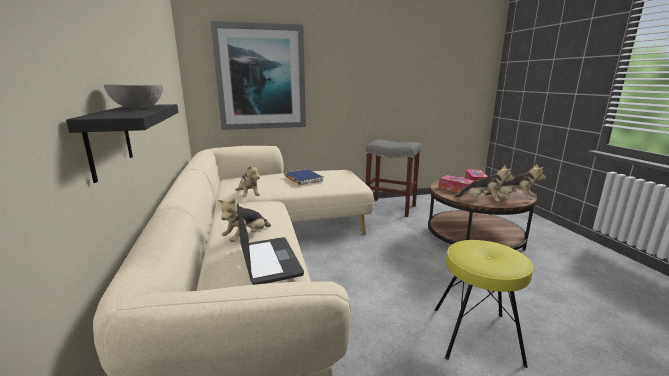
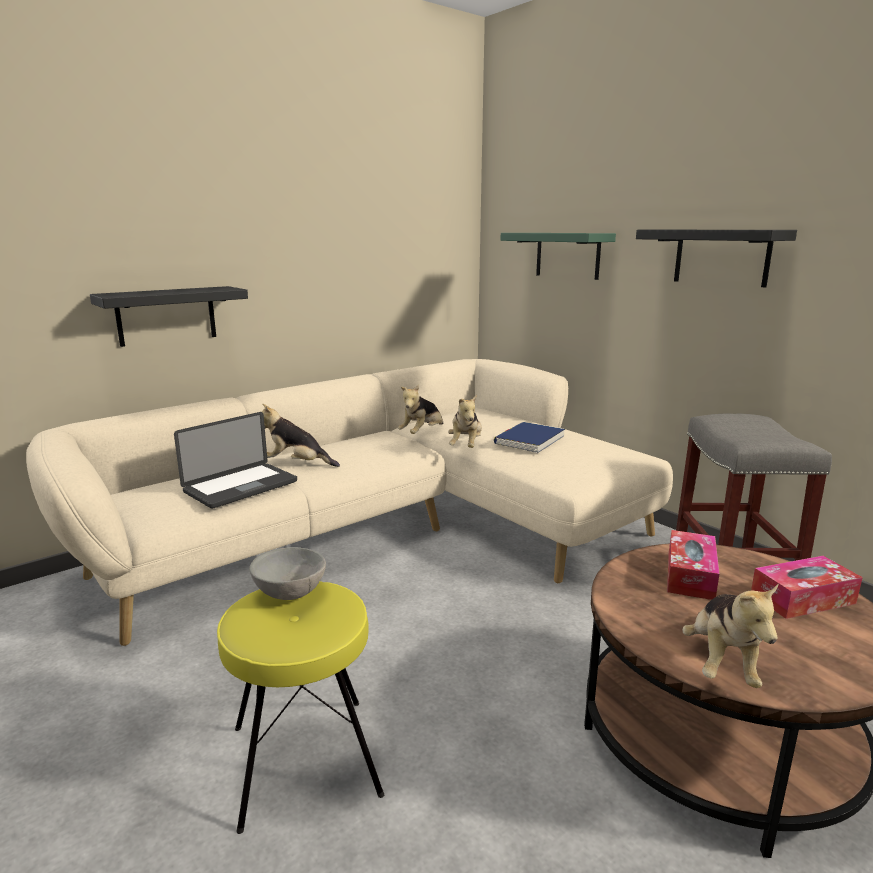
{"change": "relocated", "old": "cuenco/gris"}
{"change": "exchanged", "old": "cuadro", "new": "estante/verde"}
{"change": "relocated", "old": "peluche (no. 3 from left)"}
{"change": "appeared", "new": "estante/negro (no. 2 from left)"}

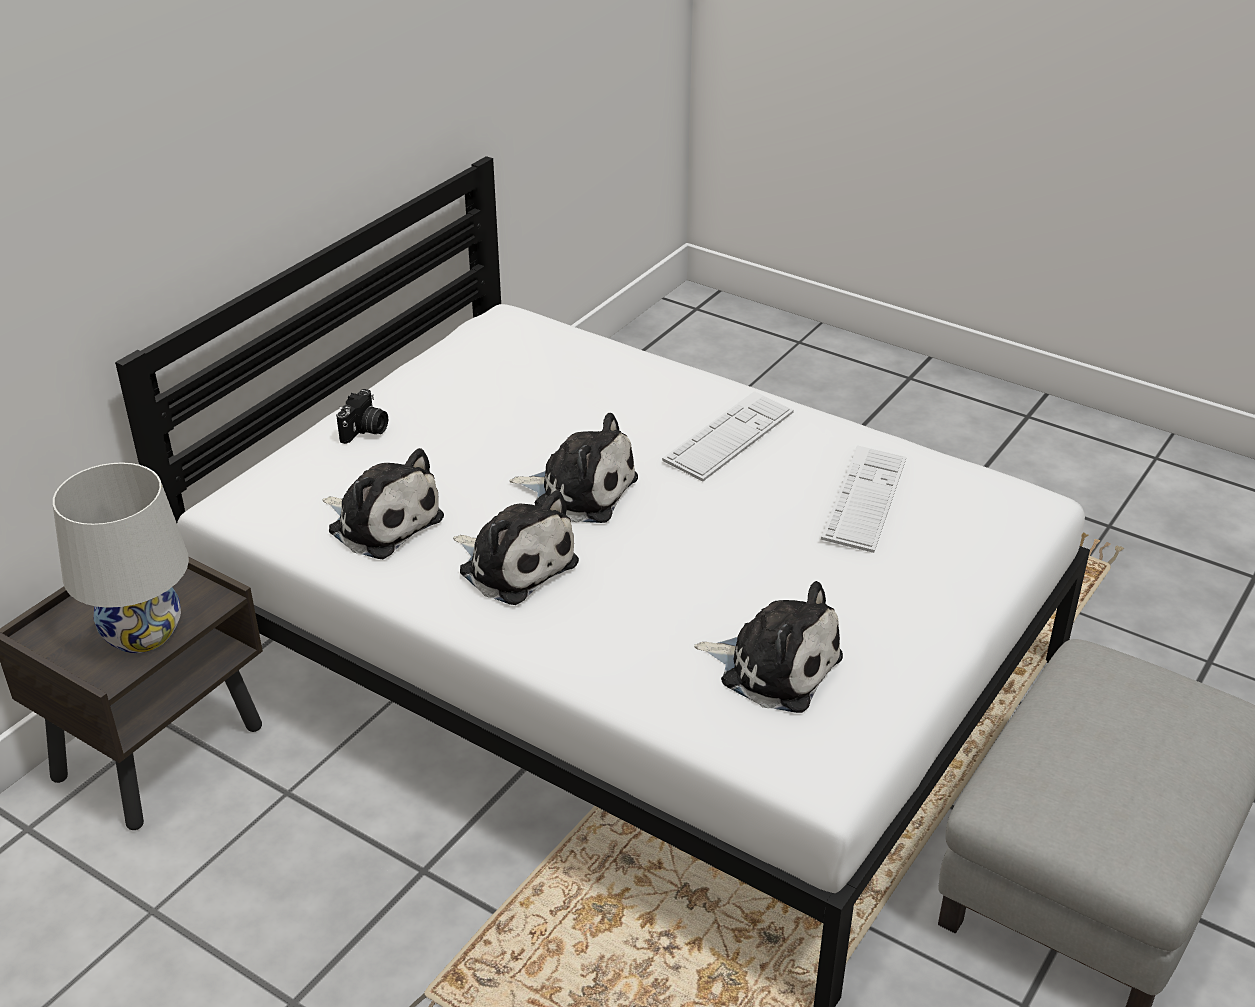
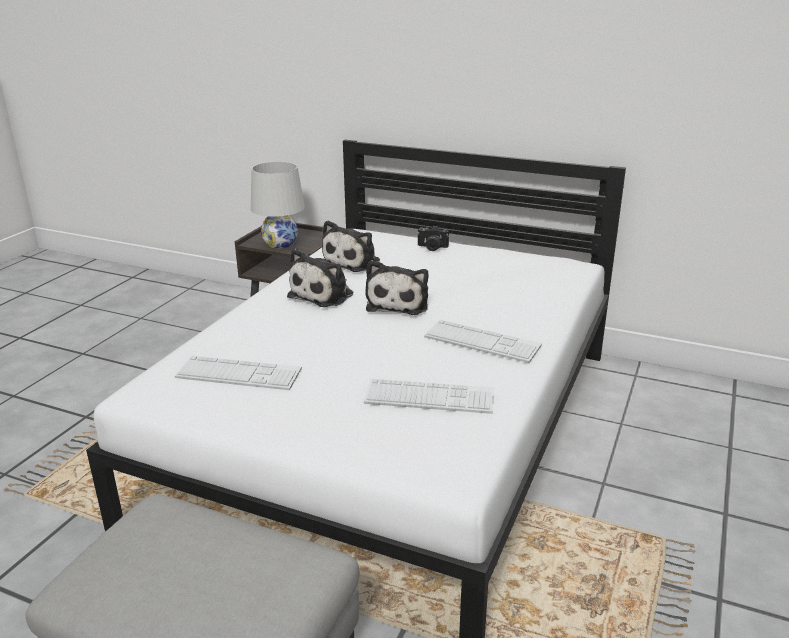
{"change": "exchanged", "old": "peluche (no. 4 from left)", "new": "teclado (no. 1 from left)"}

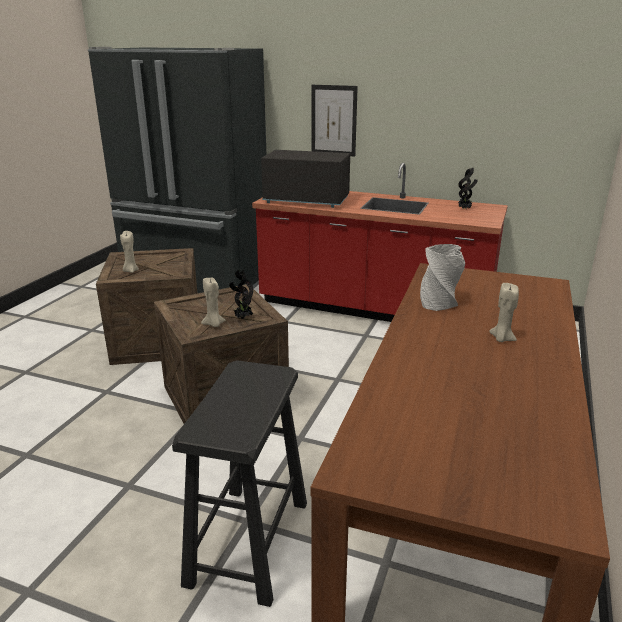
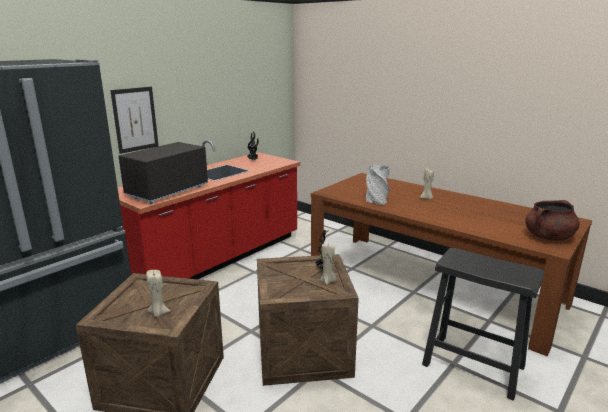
{"change": "appeared", "new": "olla/marrón"}

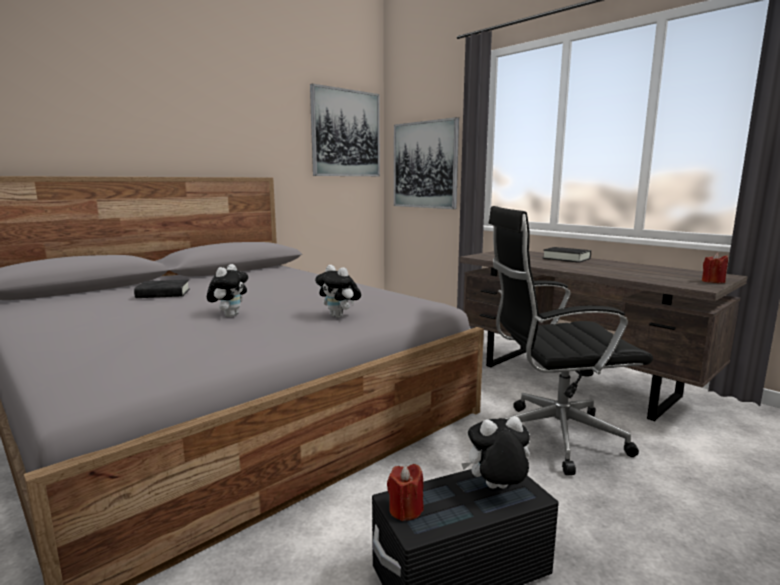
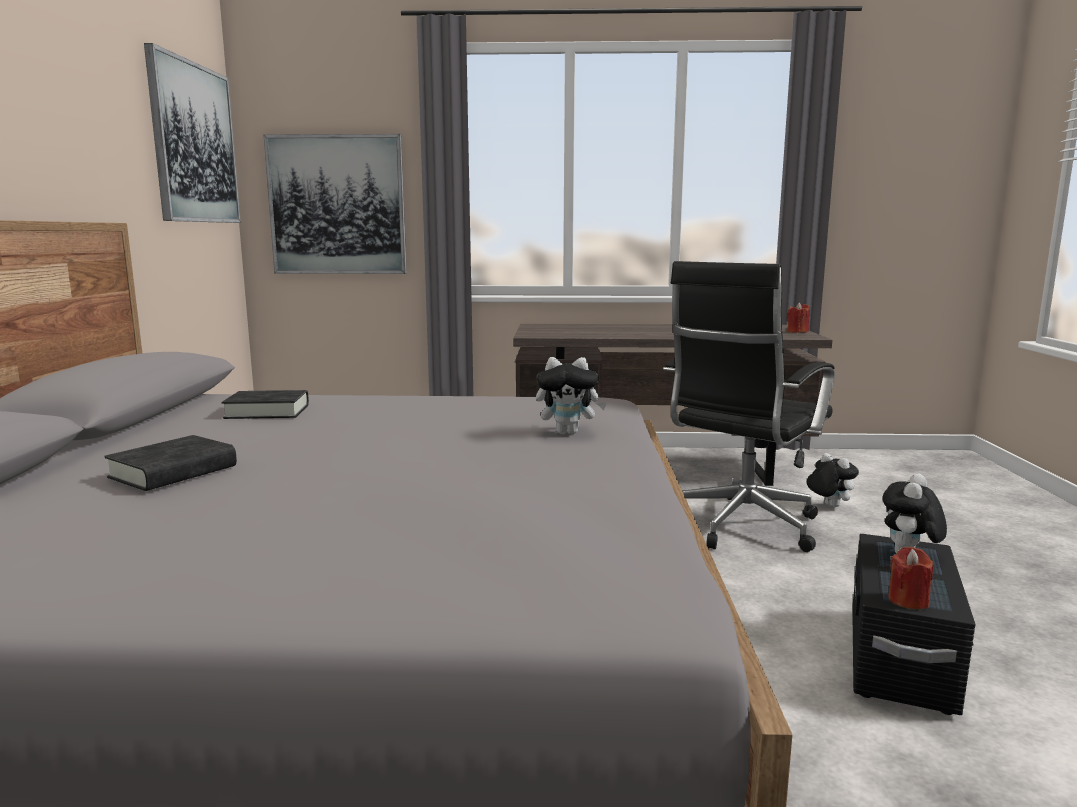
{"change": "relocated", "old": "peluche (no. 1 from left in the first image)", "new": "peluche (no. 2 from left)"}
{"change": "relocated", "old": "libro/negro (no. 2 from left)"}

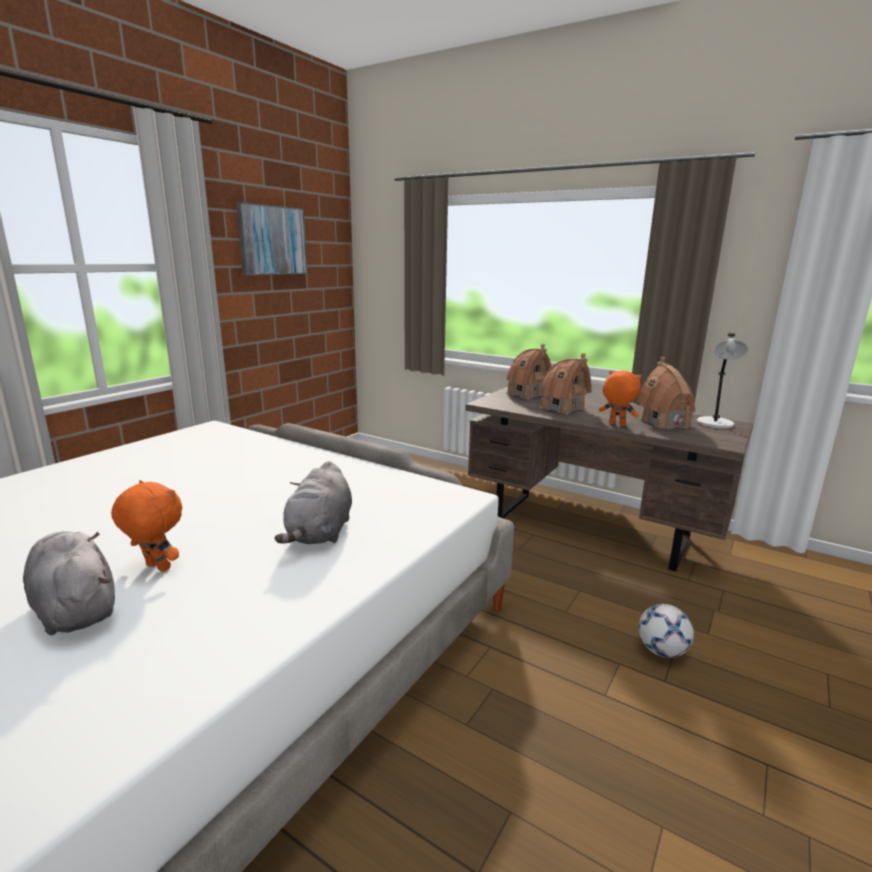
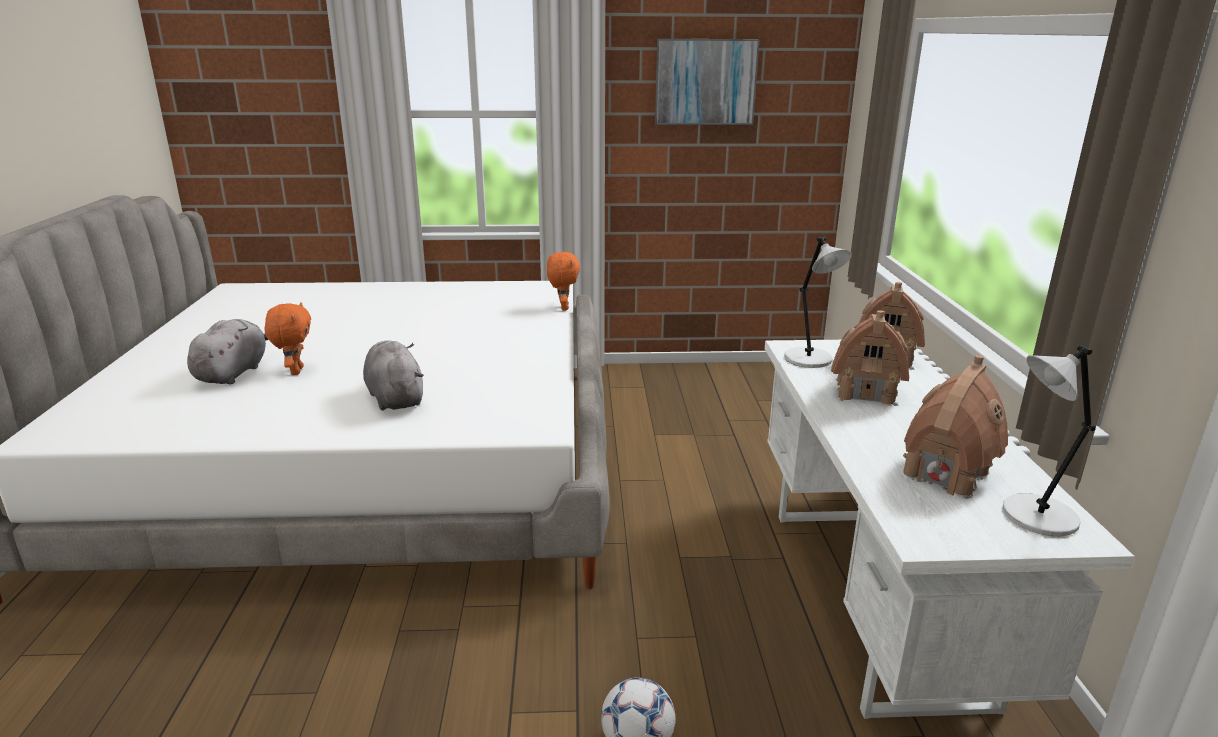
{"change": "spun", "old": "peluche/gris (no. 2 from left)", "degrees": 90}
{"change": "colour", "old": "escritorio/marrón", "new": "escritorio/blanco"}
{"change": "relocated", "old": "peluche/naranja (no. 2 from left)"}
{"change": "appeared", "new": "lámpara de mesa/gris (no. 1 from left)"}

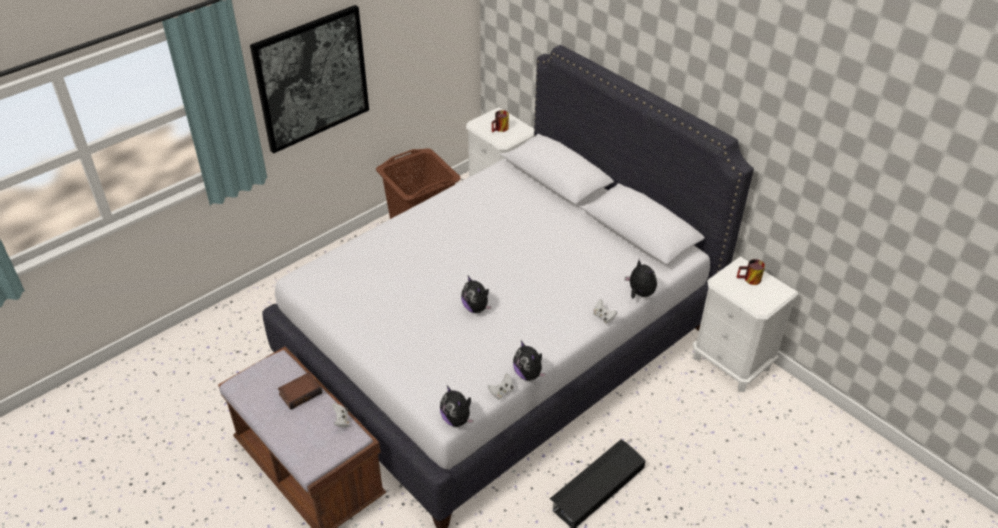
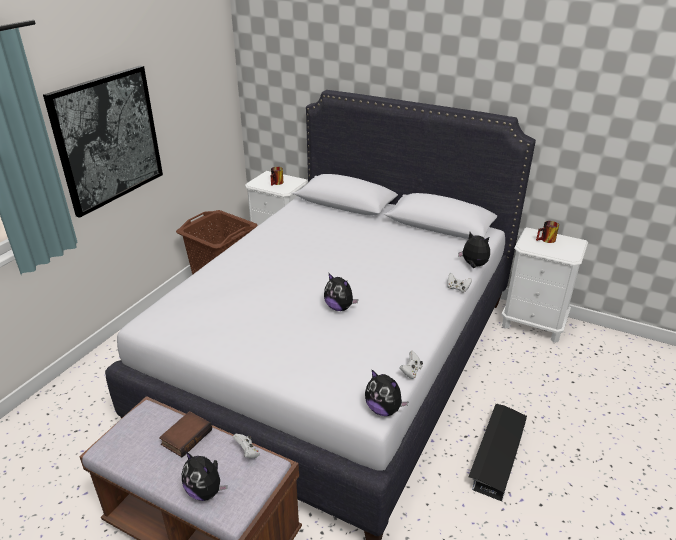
{"change": "relocated", "old": "peluche (no. 3 from left in the first image)", "new": "peluche (no. 1 from left)"}

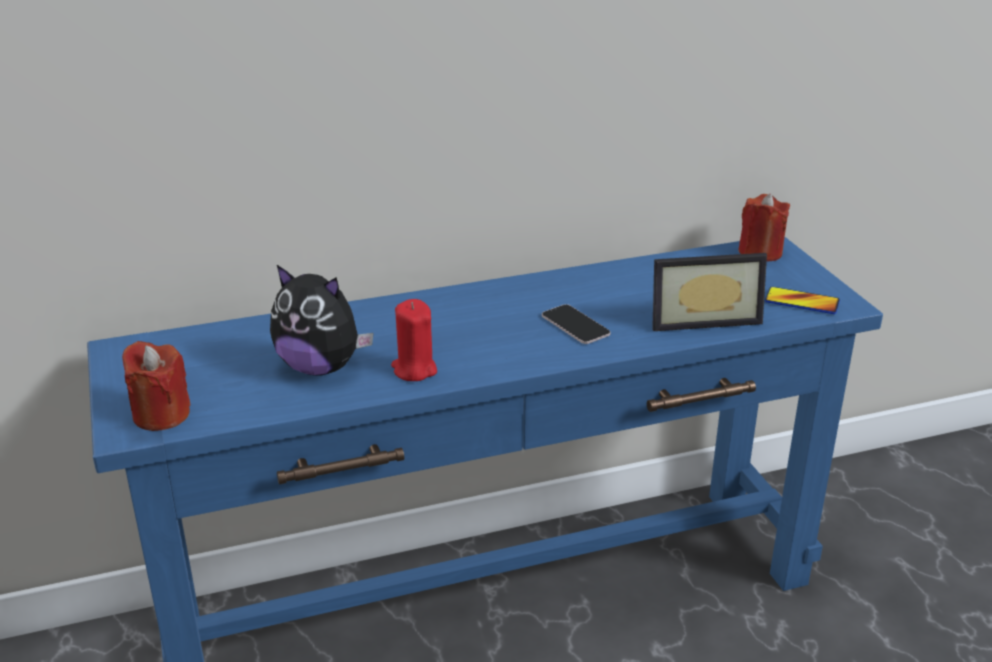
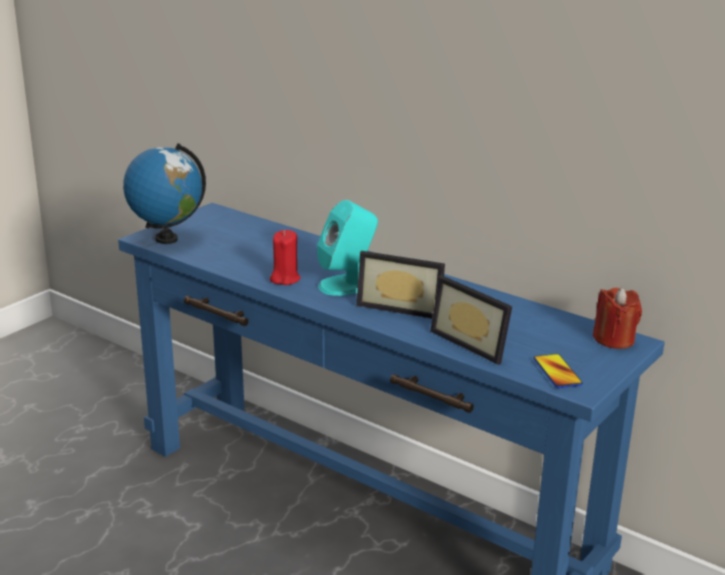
{"change": "exchanged", "old": "vela/rojo (no. 1 from left)", "new": "globo terráqueo"}
{"change": "missing", "old": "peluche"}
{"change": "exchanged", "old": "móvil (no. 1 from left)", "new": "portarretratos (no. 1 from left)"}
{"change": "appeared", "new": "altavoz/turquesa"}

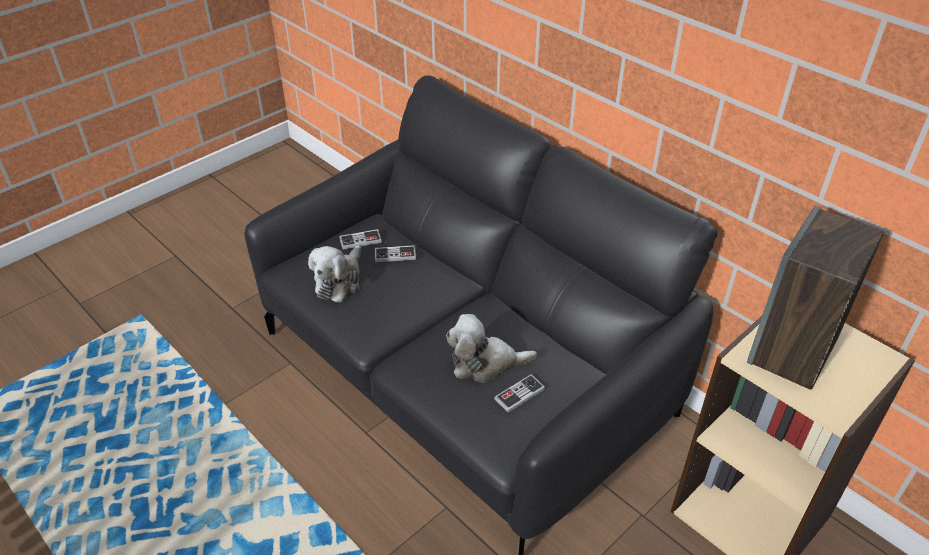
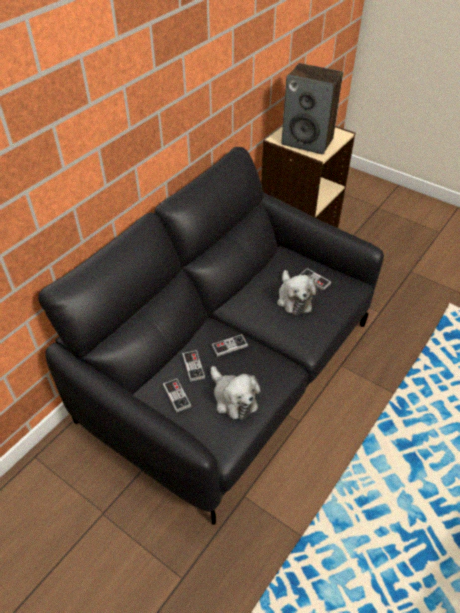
{"change": "spun", "old": "peluche (no. 1 from left)", "degrees": 45}
{"change": "appeared", "new": "mando de consola (no. 3 from left)"}

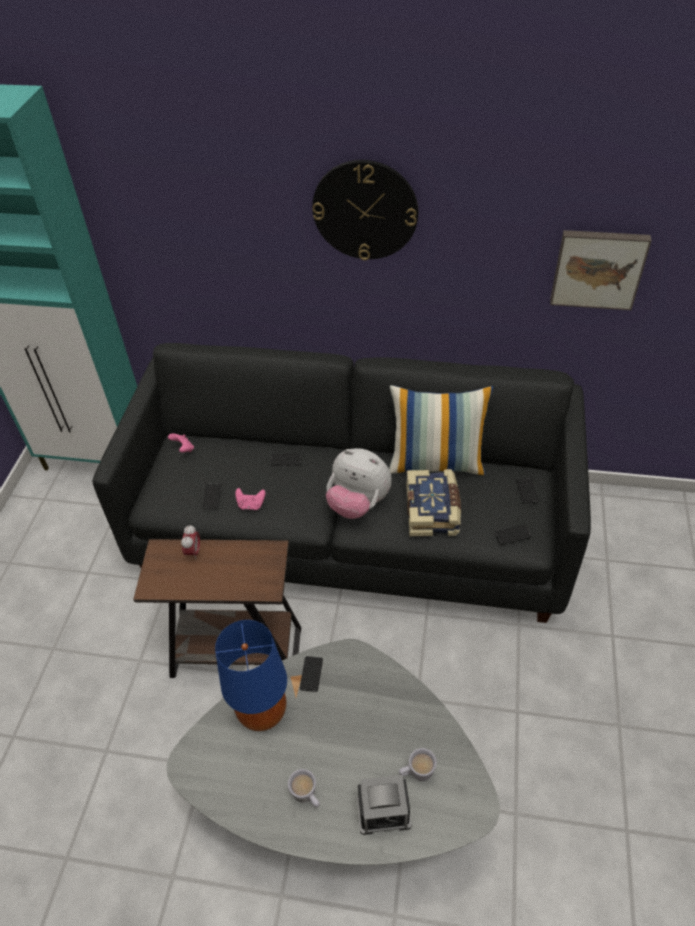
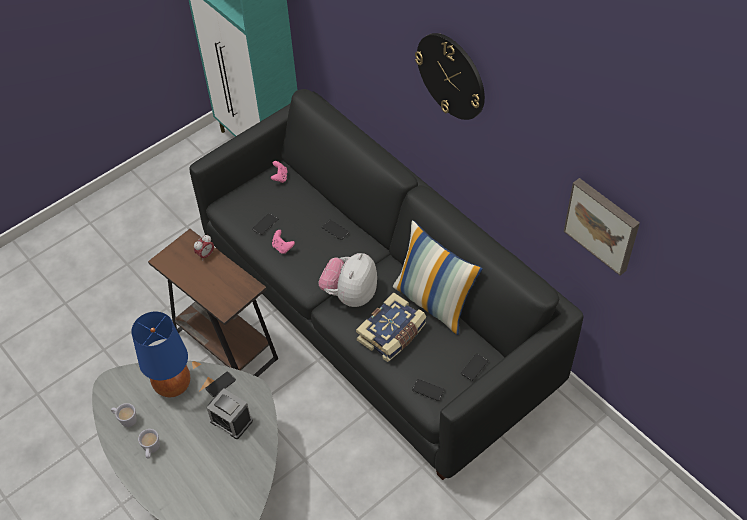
{"change": "spun", "old": "peluche", "degrees": 45}
{"change": "relocated", "old": "despertador (no. 2 from left)"}
{"change": "relocated", "old": "taza grande/blanco (no. 2 from left in the first image)", "new": "taza grande/blanco (no. 1 from left)"}

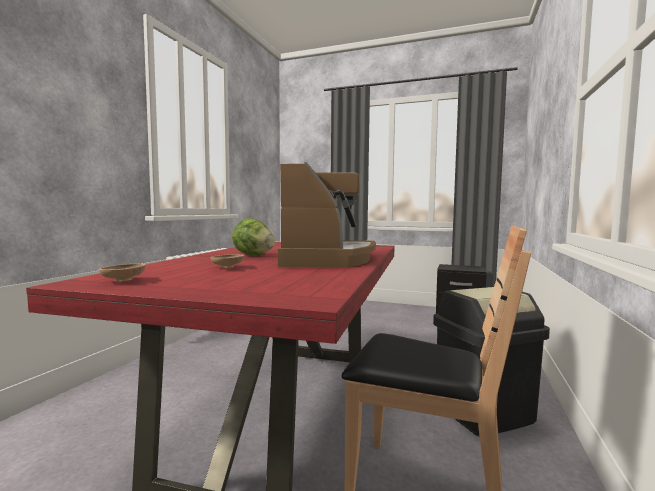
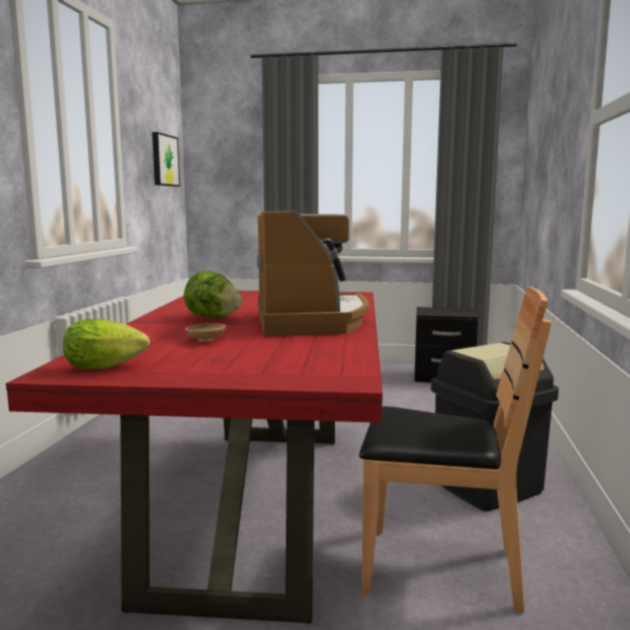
{"change": "exchanged", "old": "cuenco/marrón (no. 1 from left)", "new": "lechuga (no. 1 from left)"}
{"change": "appeared", "new": "cuadro"}

